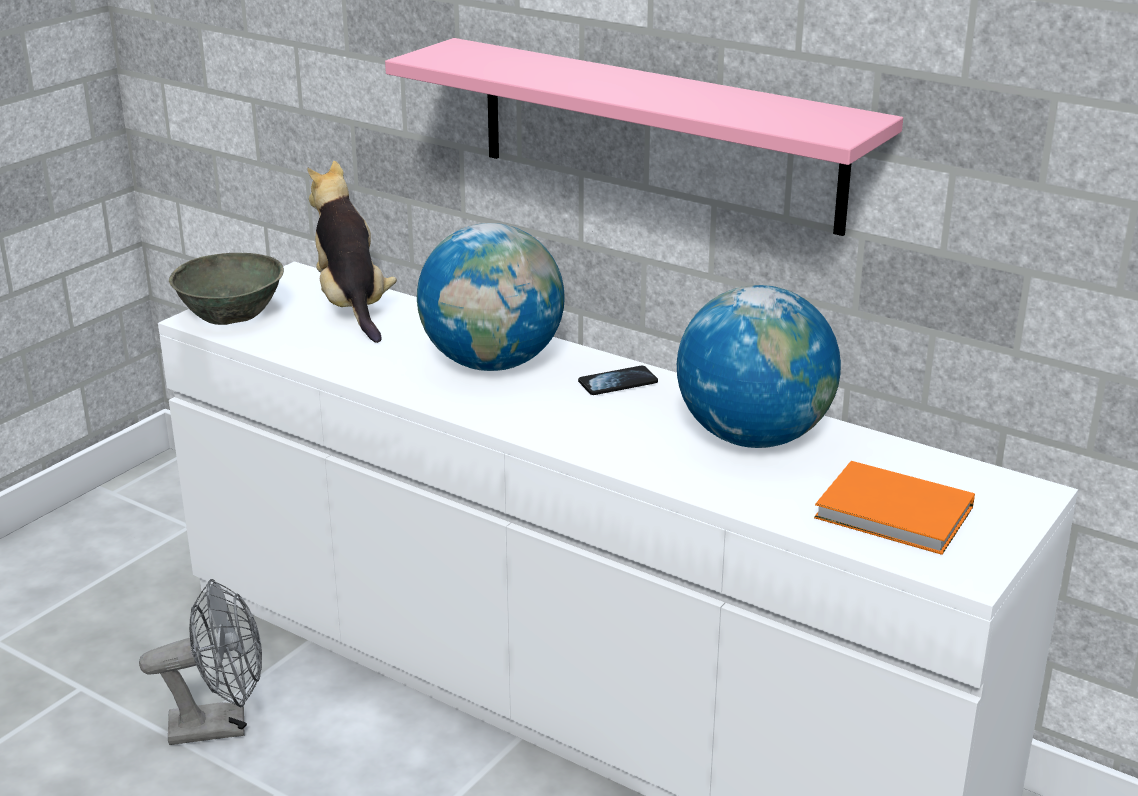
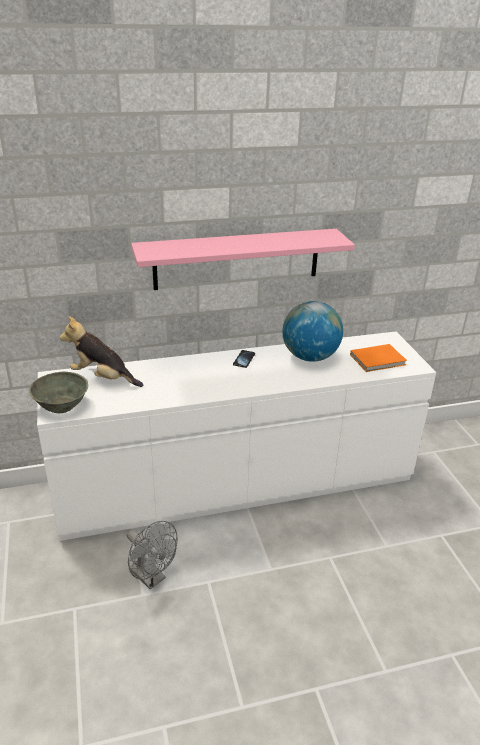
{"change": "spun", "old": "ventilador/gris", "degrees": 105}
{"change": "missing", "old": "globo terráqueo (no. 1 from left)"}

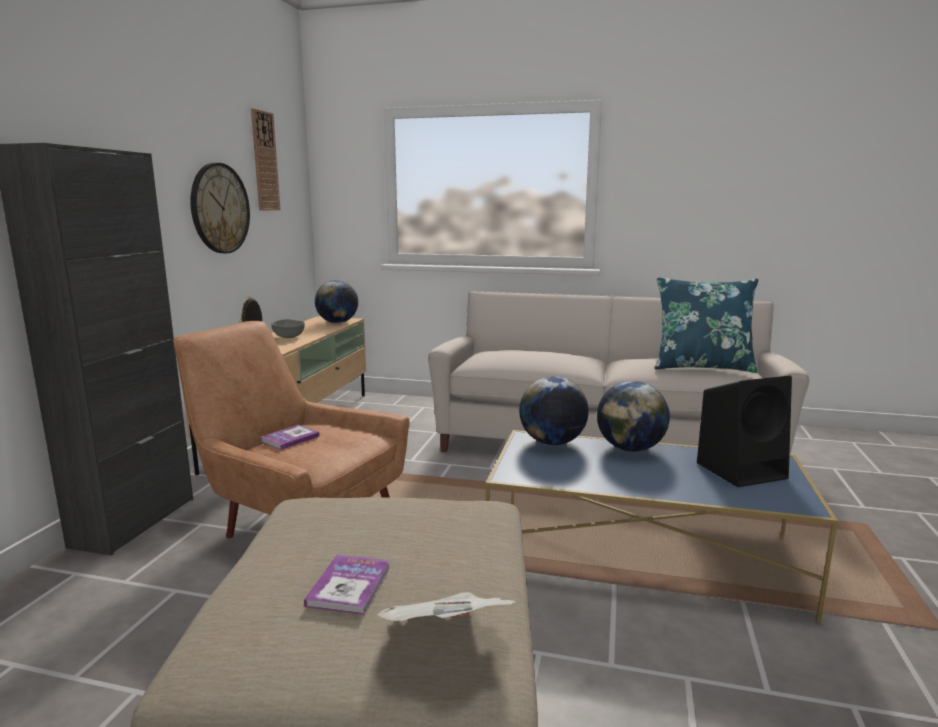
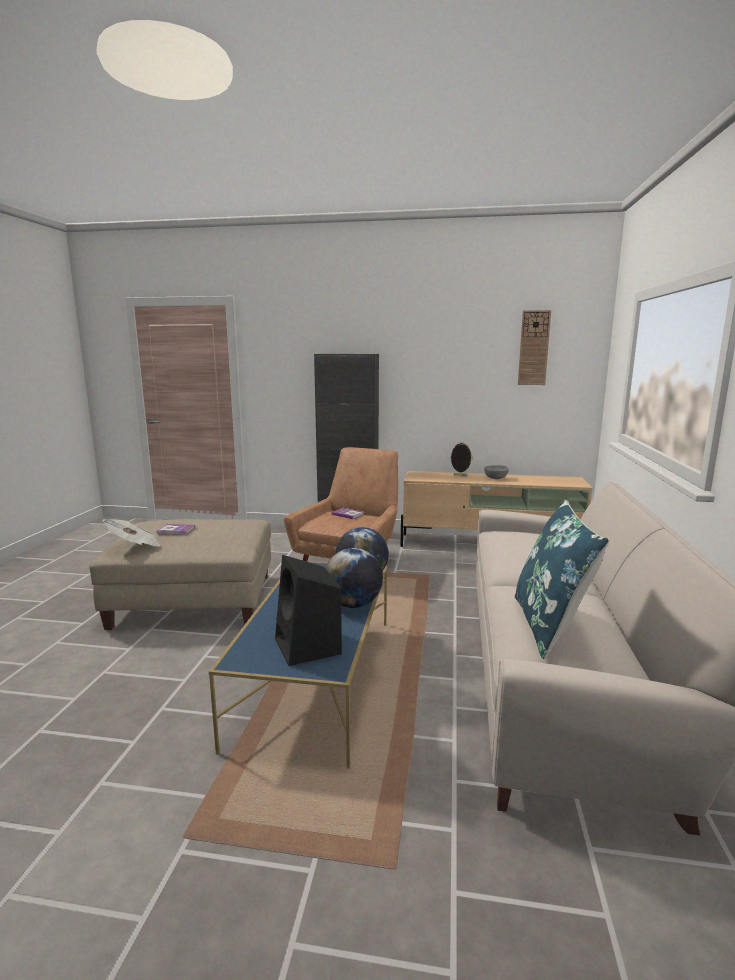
{"change": "missing", "old": "reloj de pared (no. 1 from left)"}
{"change": "missing", "old": "globo terráqueo (no. 1 from left)"}

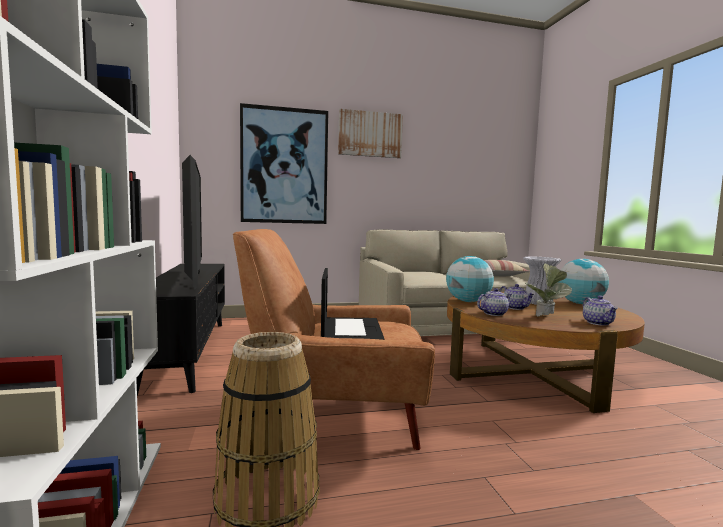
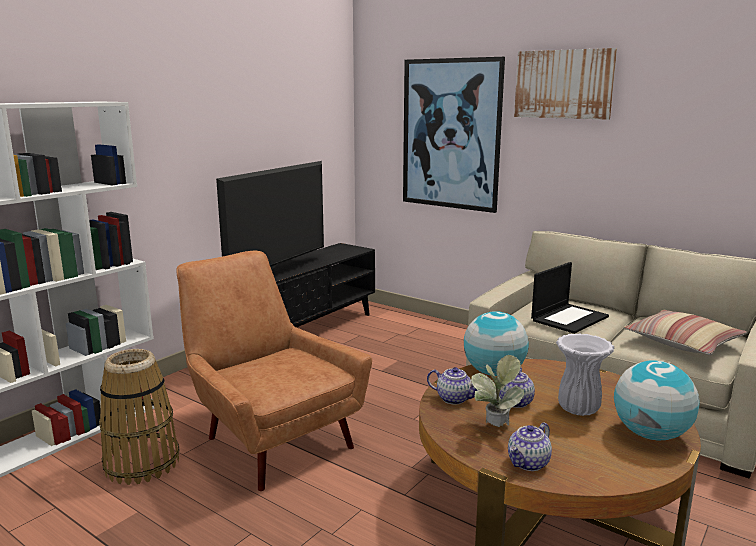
{"change": "relocated", "old": "portátil"}

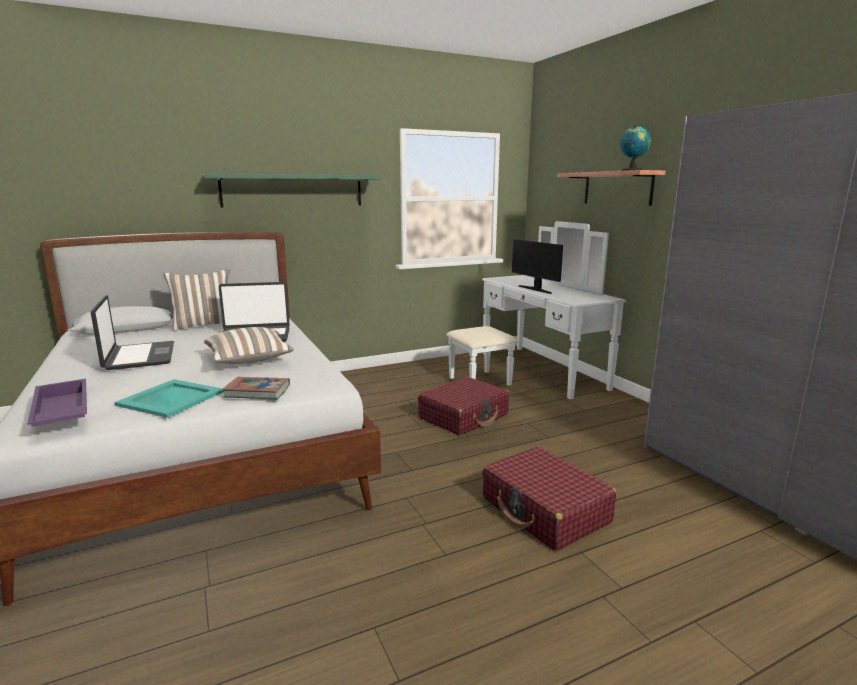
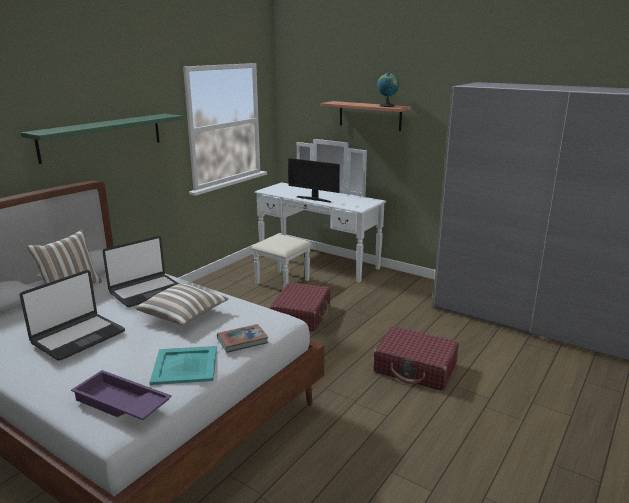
{"change": "spun", "old": "portátil (no. 1 from left)", "degrees": 90}

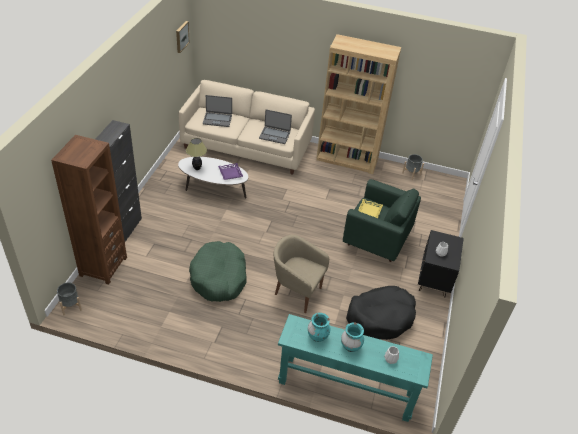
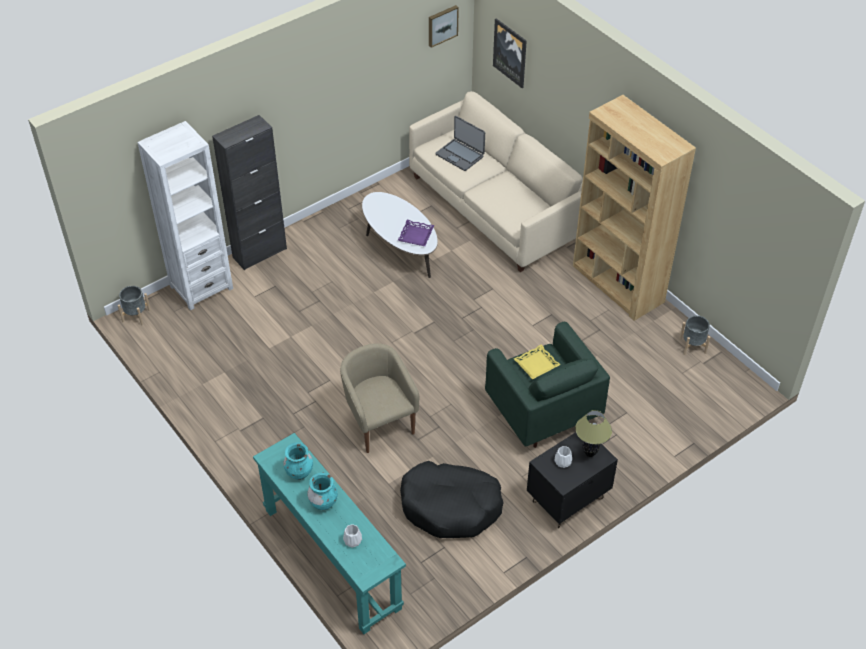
{"change": "colour", "old": "estantería/marrón (no. 1 from left)", "new": "estantería/blanco"}
{"change": "relocated", "old": "lámpara de mesa"}
{"change": "missing", "old": "cama para perro/verde"}
{"change": "missing", "old": "portátil (no. 2 from left)"}
{"change": "appeared", "new": "cuadro (no. 2 from left)"}

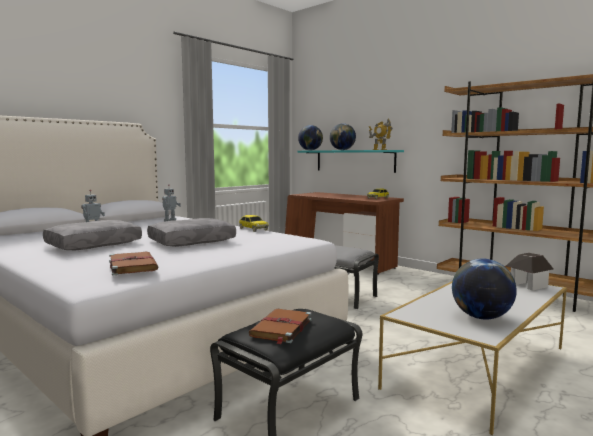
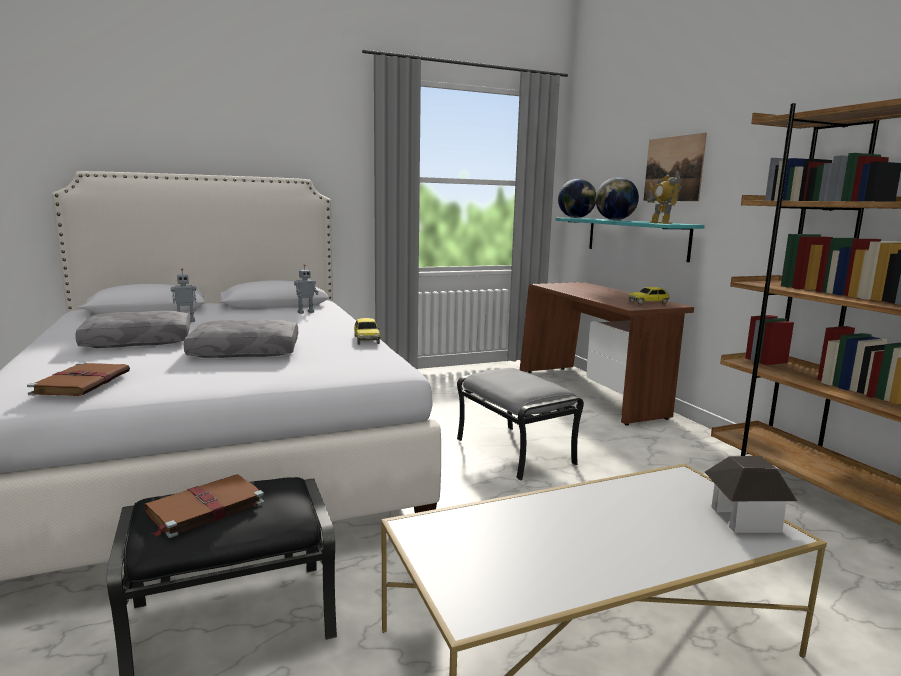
{"change": "missing", "old": "globo terráqueo (no. 3 from left)"}
{"change": "appeared", "new": "cuadro"}

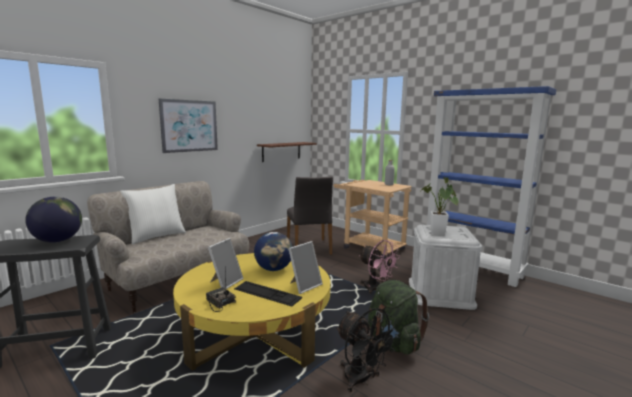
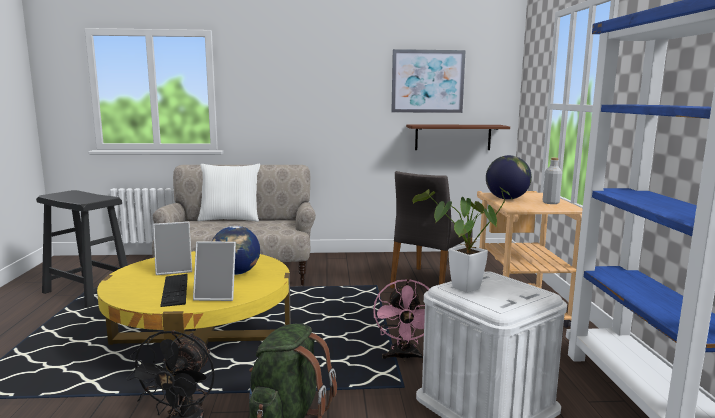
{"change": "relocated", "old": "globo terráqueo (no. 1 from left in the first image)", "new": "globo terráqueo (no. 2 from left)"}
{"change": "relocated", "old": "cuadro"}
{"change": "missing", "old": "radio"}

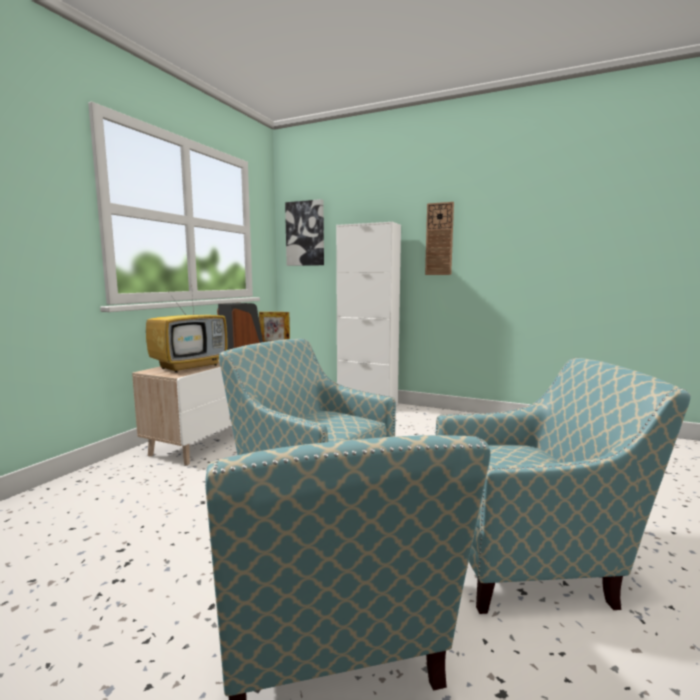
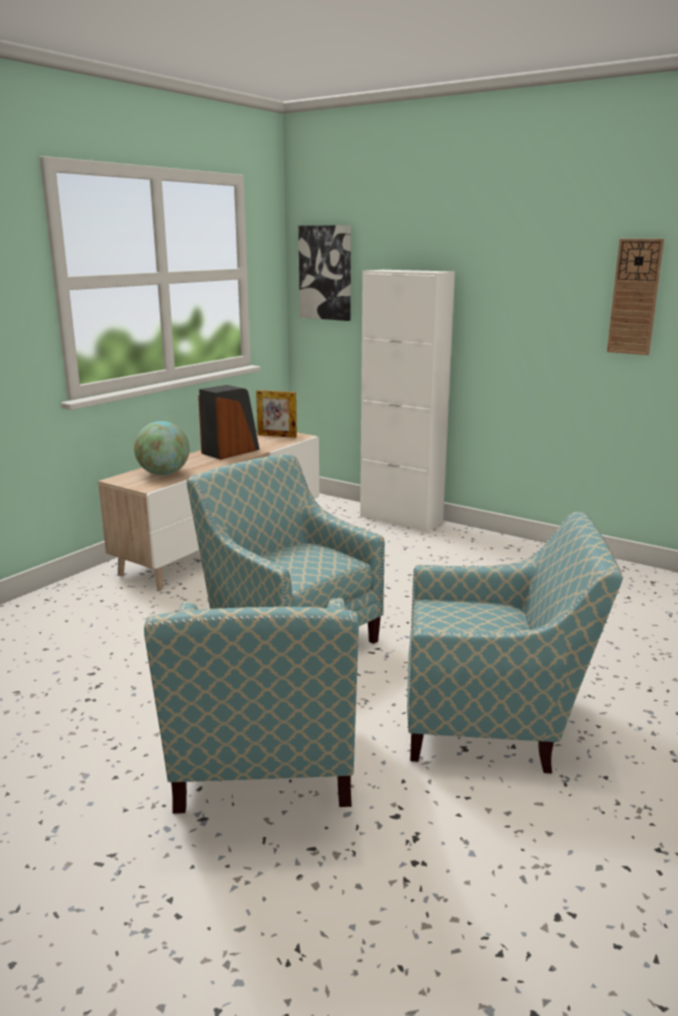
{"change": "exchanged", "old": "televisor", "new": "globo terráqueo"}
{"change": "relocated", "old": "reloj de pared"}

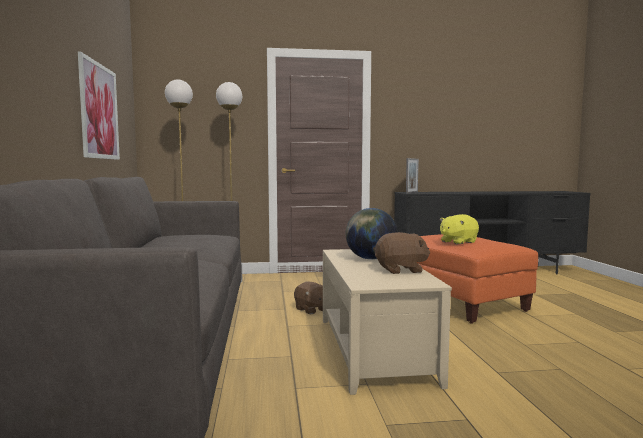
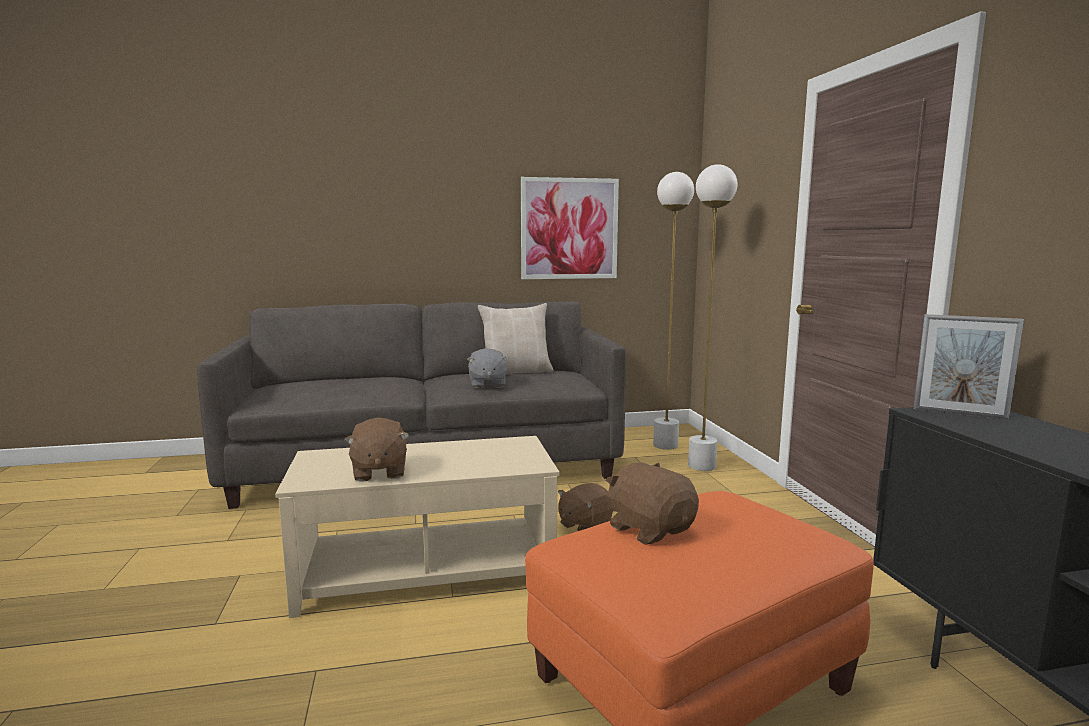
{"change": "missing", "old": "globo terráqueo"}
{"change": "colour", "old": "peluche/amarillo", "new": "peluche/marrón (no. 3 from left)"}
{"change": "appeared", "new": "peluche/gris"}
{"change": "appeared", "new": "cojín/beis"}

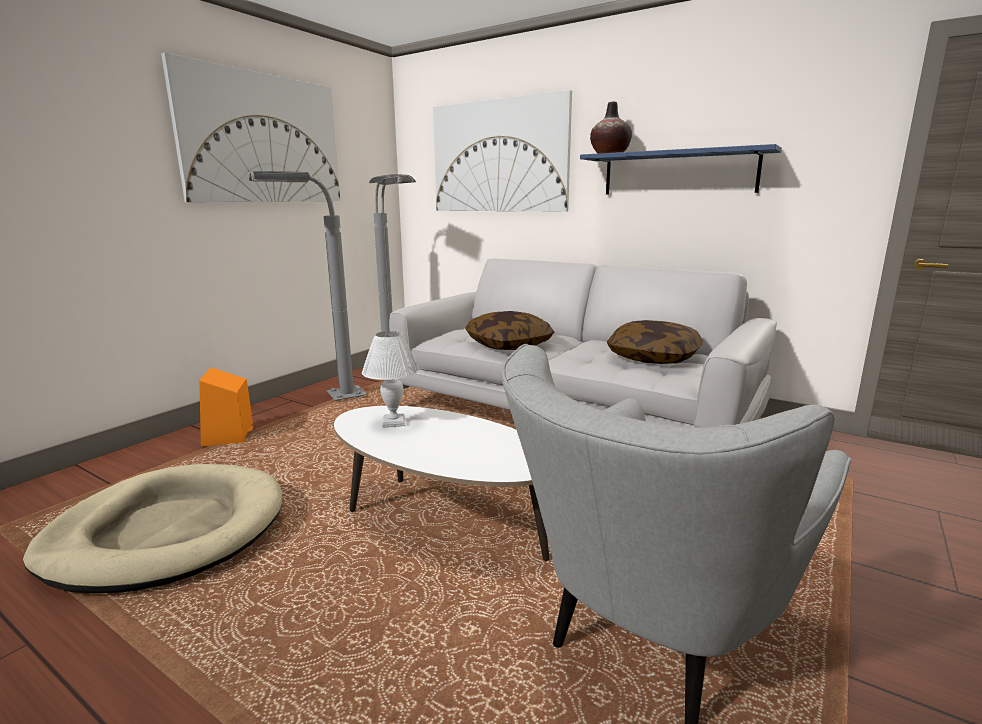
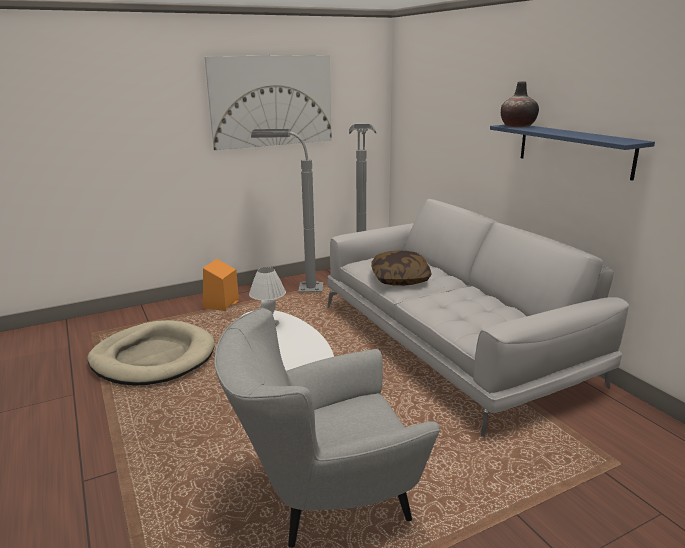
{"change": "missing", "old": "cuadro (no. 2 from left)"}
{"change": "missing", "old": "cojín (no. 2 from left)"}

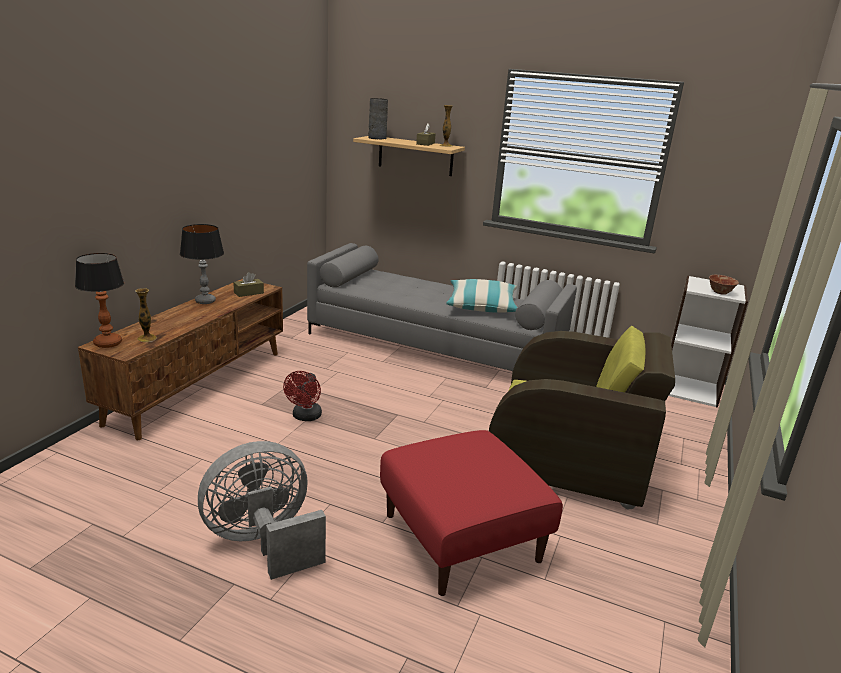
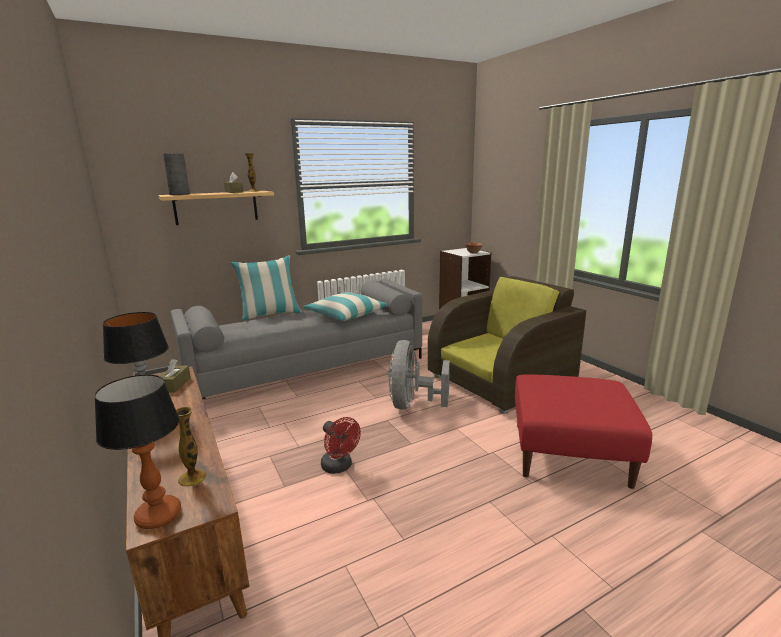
{"change": "relocated", "old": "ventilador/gris"}
{"change": "appeared", "new": "cojín (no. 1 from left)"}

